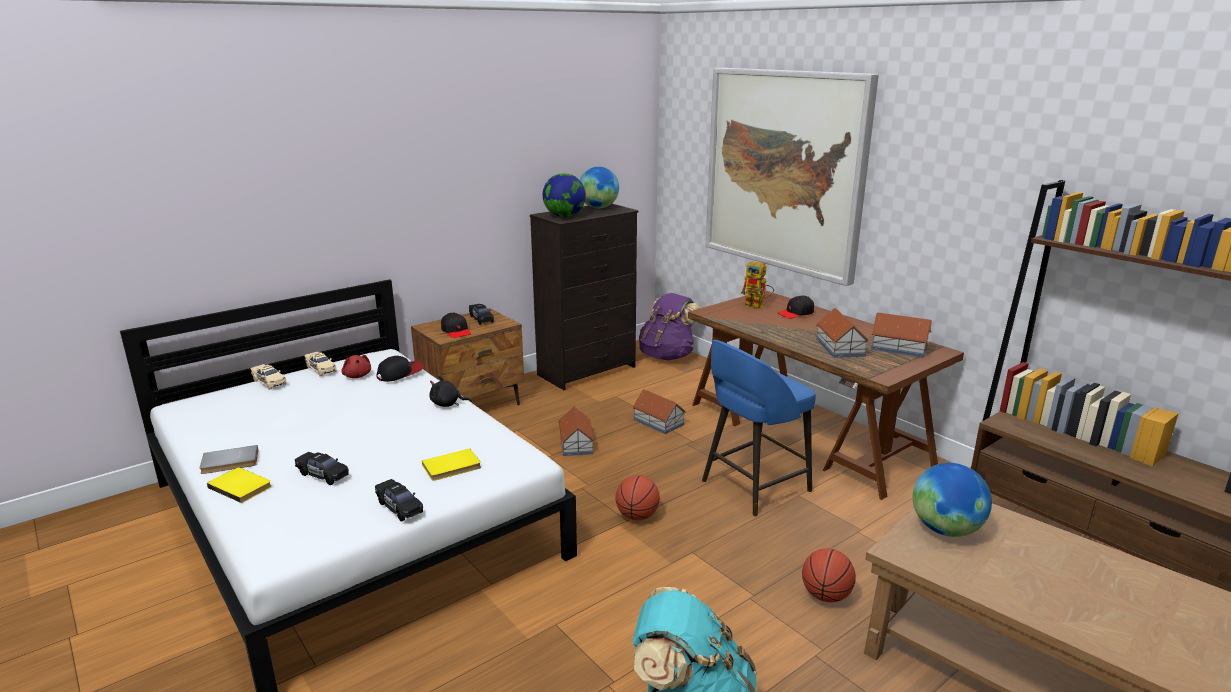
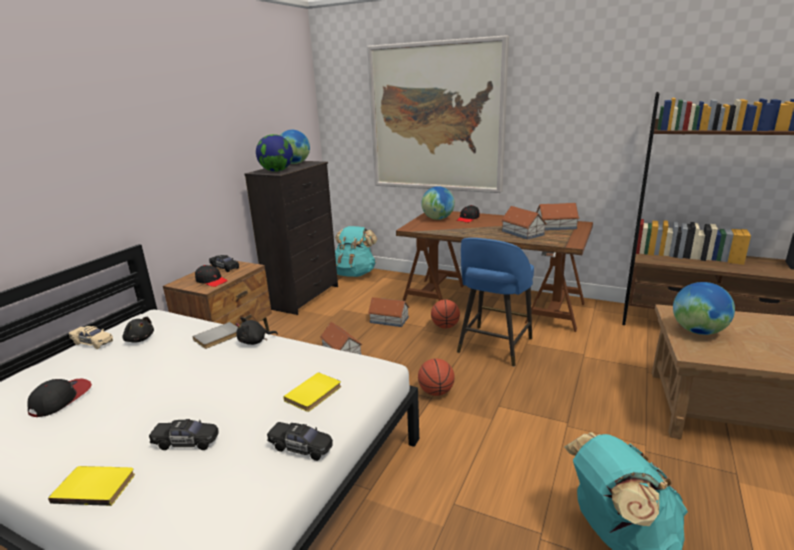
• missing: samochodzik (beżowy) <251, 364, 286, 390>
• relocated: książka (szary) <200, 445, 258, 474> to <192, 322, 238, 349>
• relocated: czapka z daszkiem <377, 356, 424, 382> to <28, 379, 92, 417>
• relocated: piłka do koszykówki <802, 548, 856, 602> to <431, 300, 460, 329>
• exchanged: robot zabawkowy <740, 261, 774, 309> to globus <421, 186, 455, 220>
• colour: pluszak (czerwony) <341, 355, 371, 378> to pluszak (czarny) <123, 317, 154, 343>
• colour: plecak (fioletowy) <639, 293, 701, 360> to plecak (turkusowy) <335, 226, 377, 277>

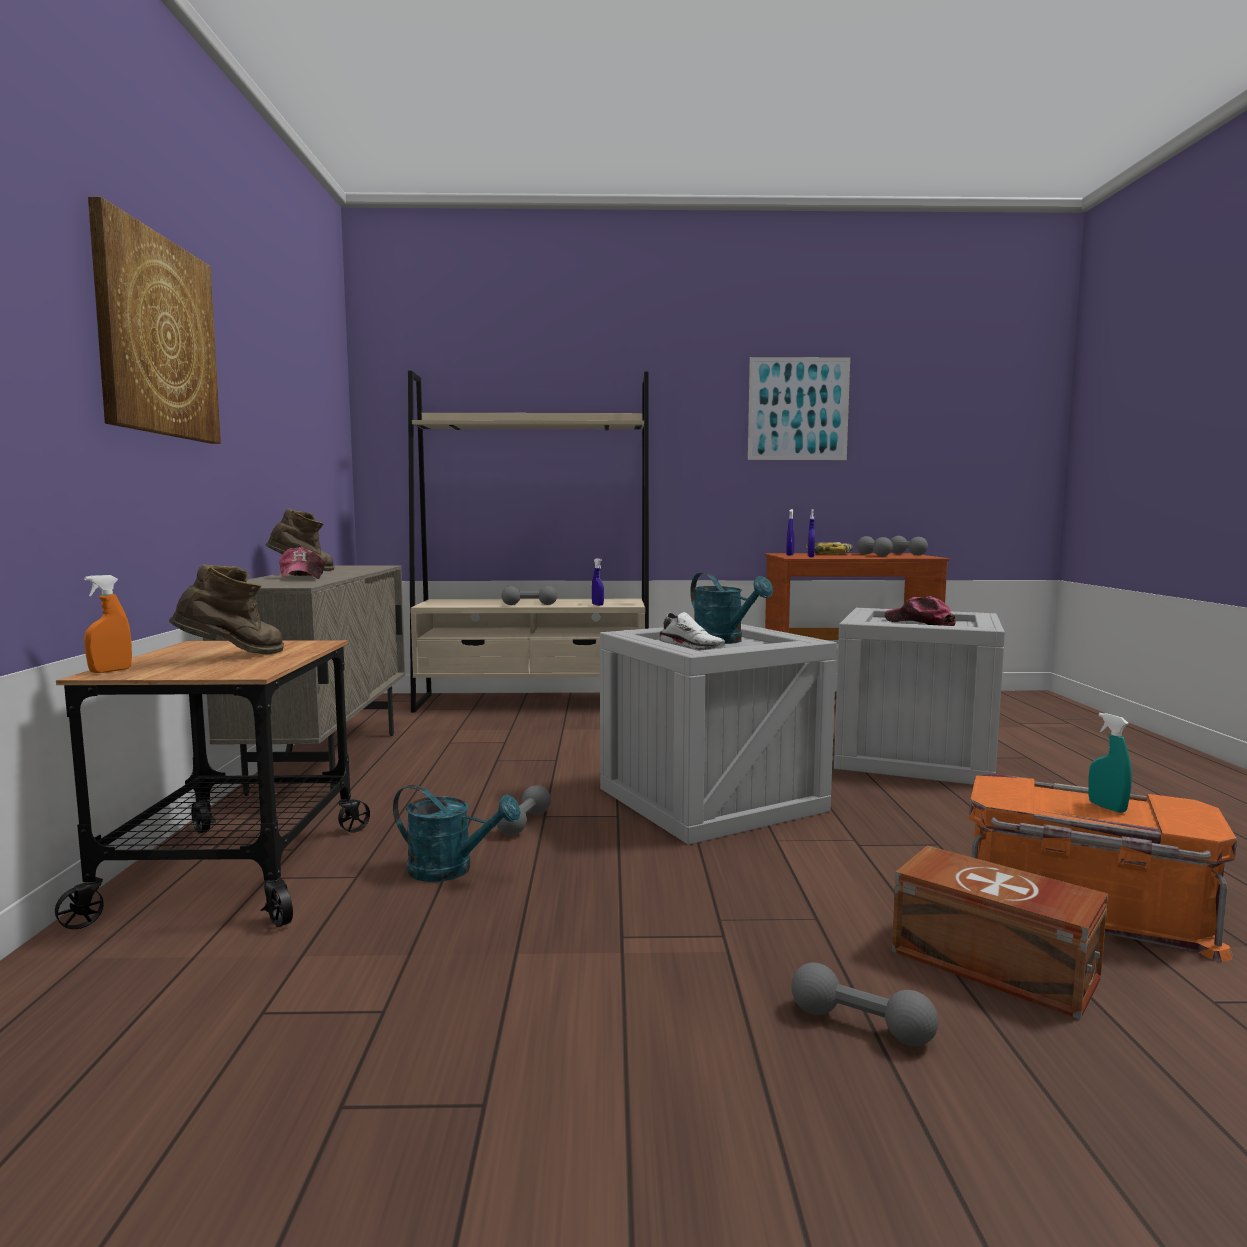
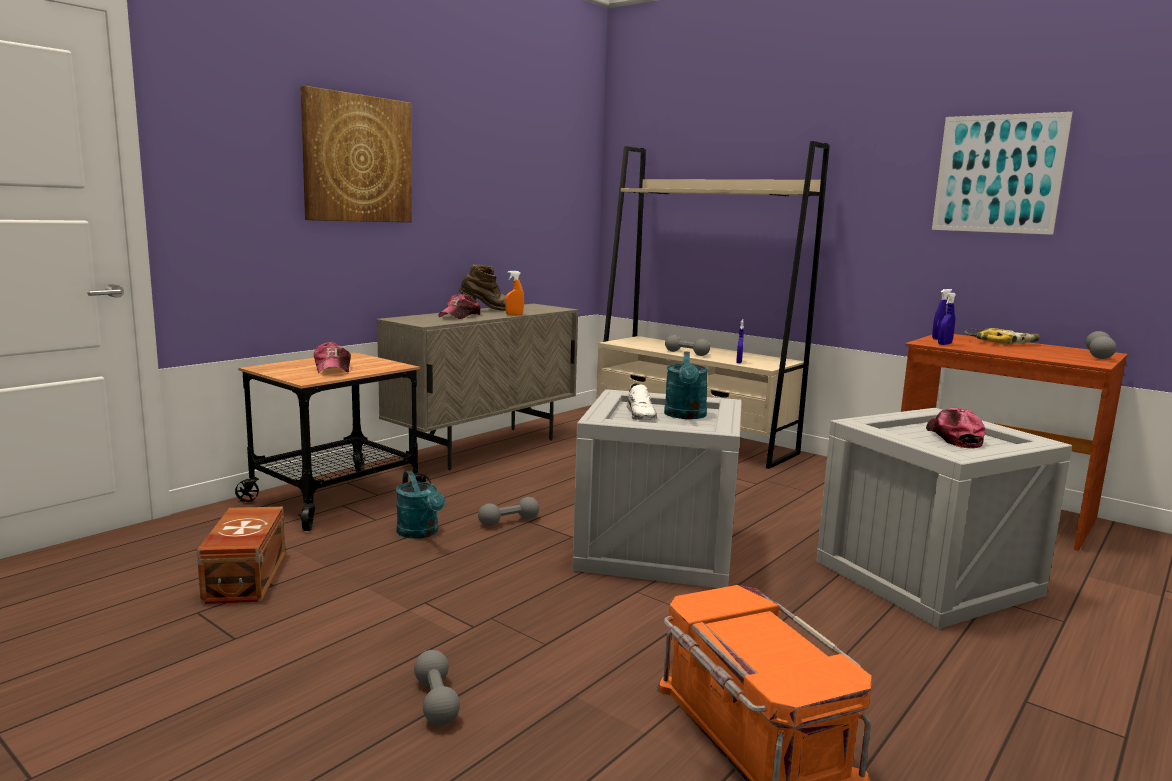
• missing: hantel (szary) <857, 536, 893, 556>
• missing: spryskiwacz (turkusowy) <1088, 713, 1132, 813>
• relocated: spryskiwacz (pomarańczowy) <84, 575, 132, 673> to <505, 271, 524, 315>
• relocated: pojemnik do przechowywania (brązowy) <892, 846, 1108, 1019> to <197, 507, 286, 604>
• exchanged: but z cholewką (brązowy) <169, 564, 284, 654> to czapka z daszkiem <314, 341, 351, 373>

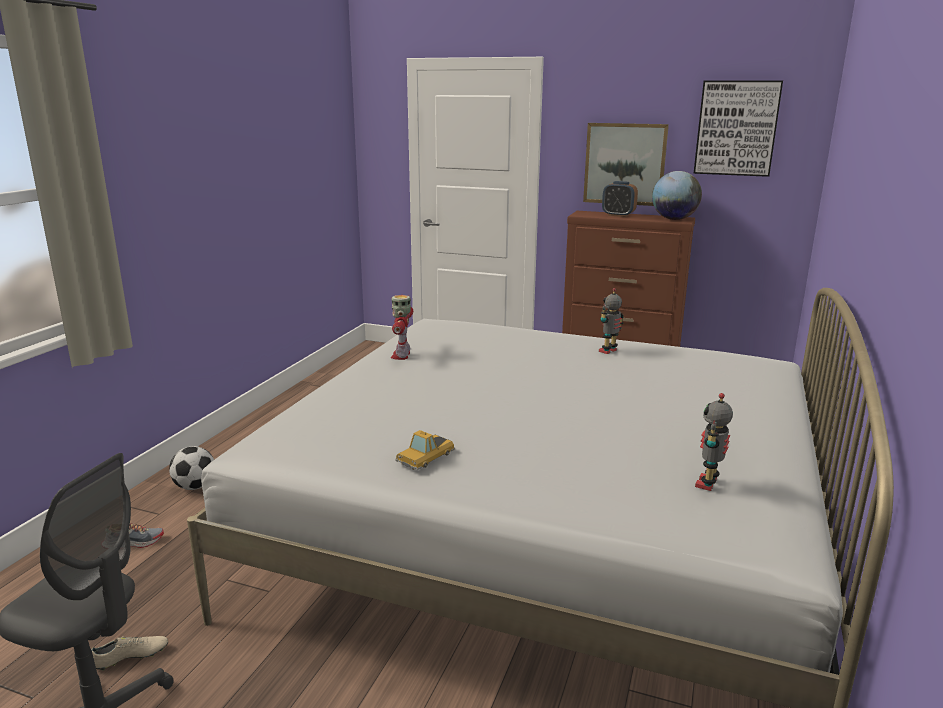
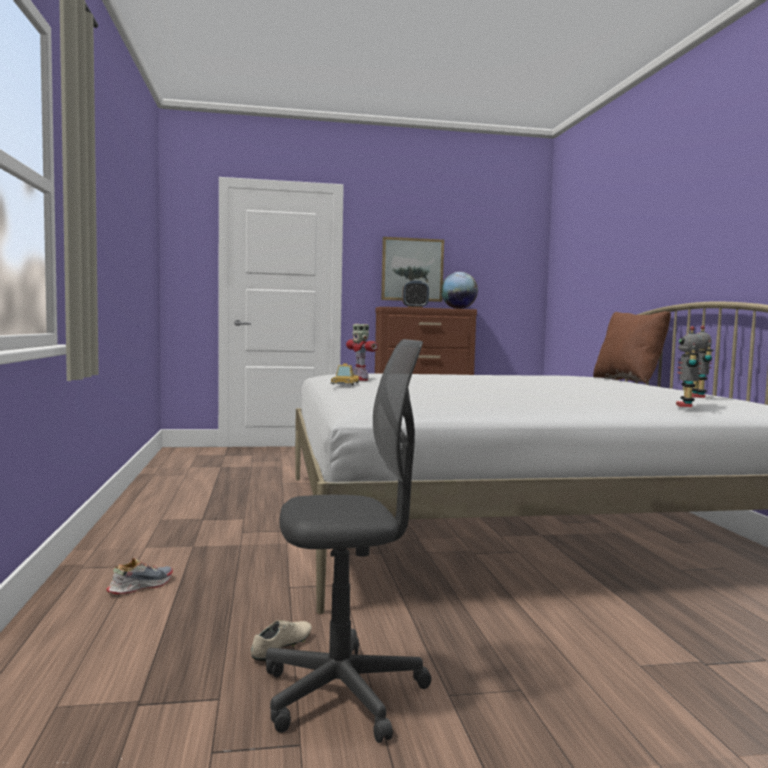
• missing: piłka futbolowa <169, 446, 214, 490>
• missing: obraz <693, 81, 783, 177>
• appeared: poduszka (brązowy) <593, 311, 671, 383>
• relocated: samochodzik <395, 430, 455, 470> to <330, 363, 360, 385>
• relocated: robot zabawkowy <599, 288, 624, 354> to <676, 326, 702, 407>

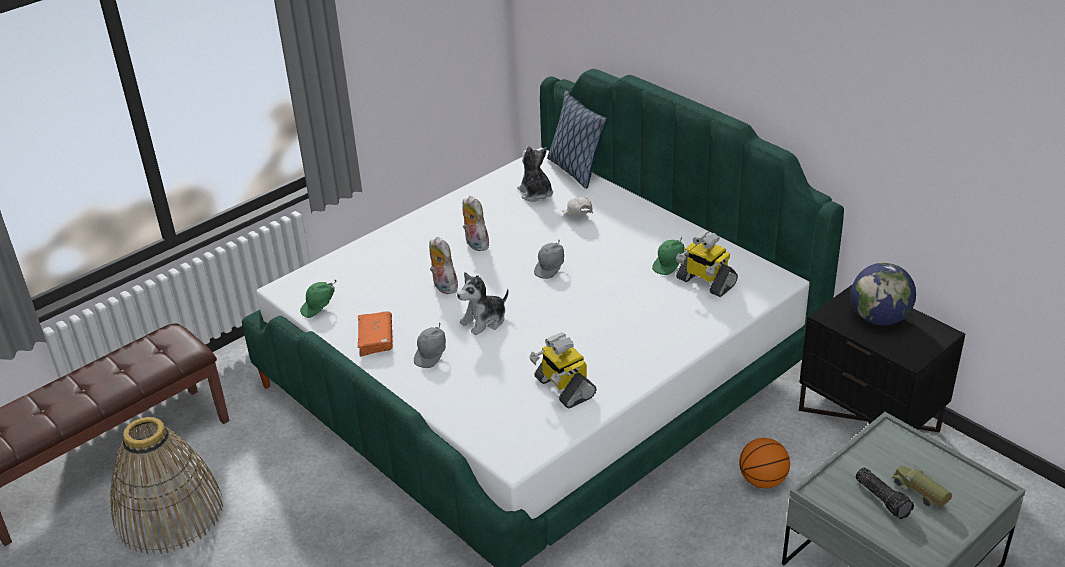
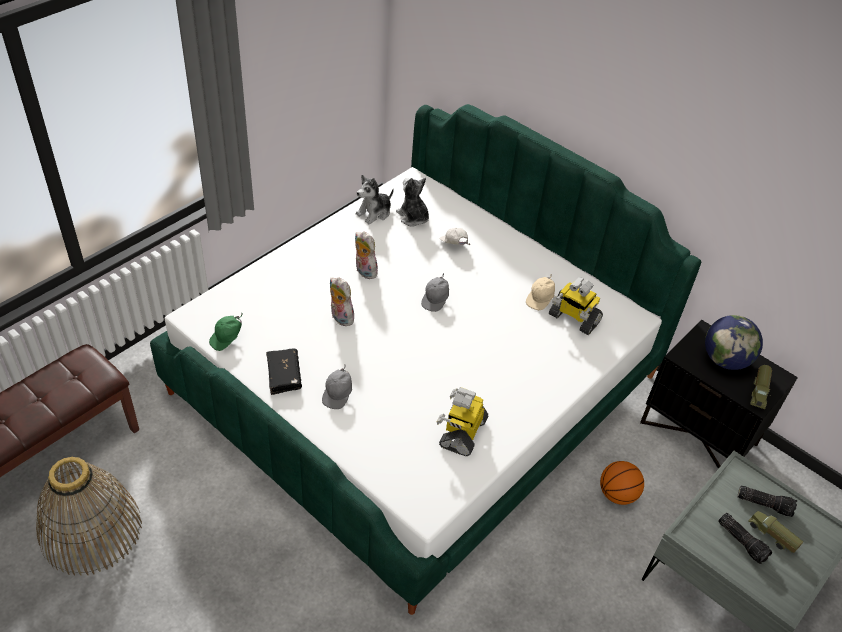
• missing: poduszka <547, 90, 608, 189>
• appeared: latarka <737, 486, 797, 517>
• appeared: ciężarówka zabawkowa <750, 365, 772, 409>
• relocated: pluszak <457, 272, 509, 335> to <356, 175, 394, 224>
• colour: książka (pomarańczowy) <357, 311, 393, 356> to książka (czarny) <266, 348, 302, 395>
• colour: czapka z daszkiem (zielony) <652, 237, 685, 275> to czapka z daszkiem (beżowy) <526, 274, 555, 310>
• spun: robot zabawkowy <529, 332, 596, 408> = <437, 387, 488, 456> 60 degrees clockwise

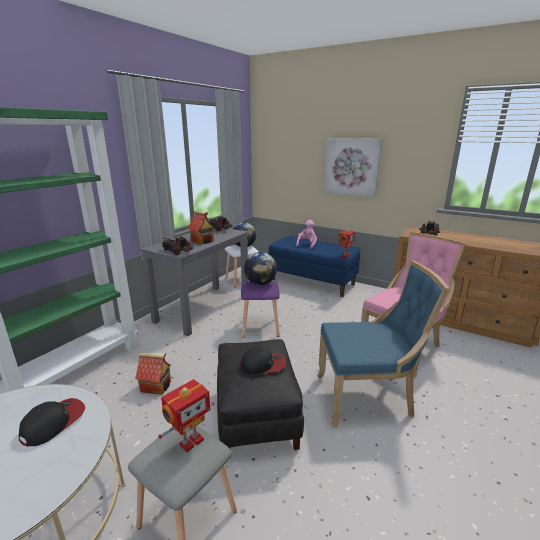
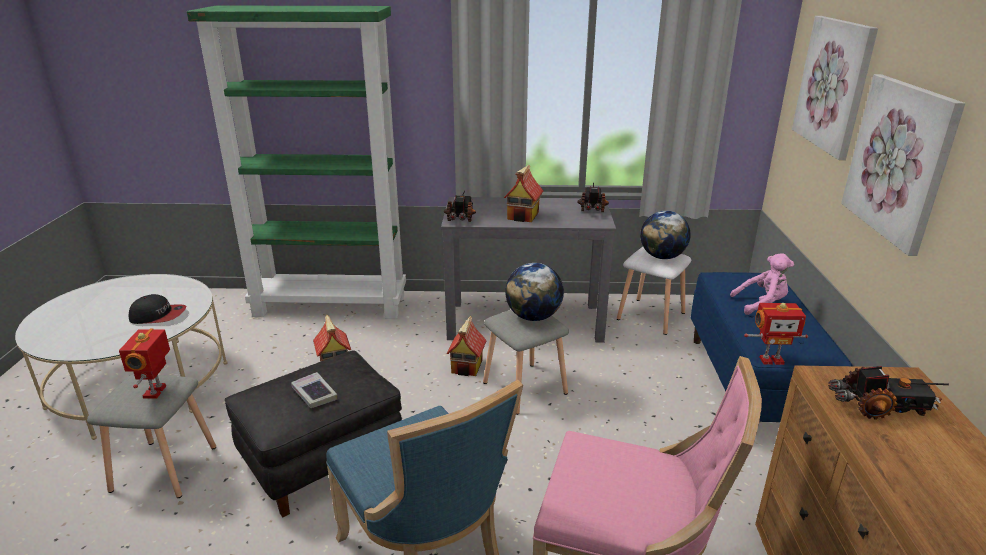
• appeared: domek <447, 316, 487, 376>
• appeared: obraz <792, 16, 878, 160>
• exchanged: czapka z daszkiem <240, 347, 286, 374> to książka <291, 372, 337, 408>
• colour: stołek (fioletowy) <241, 281, 280, 338> to stołek (szary) <483, 310, 569, 415>
• spun: robot zabawkowy <158, 379, 214, 452> = <119, 329, 170, 399> 75 degrees clockwise

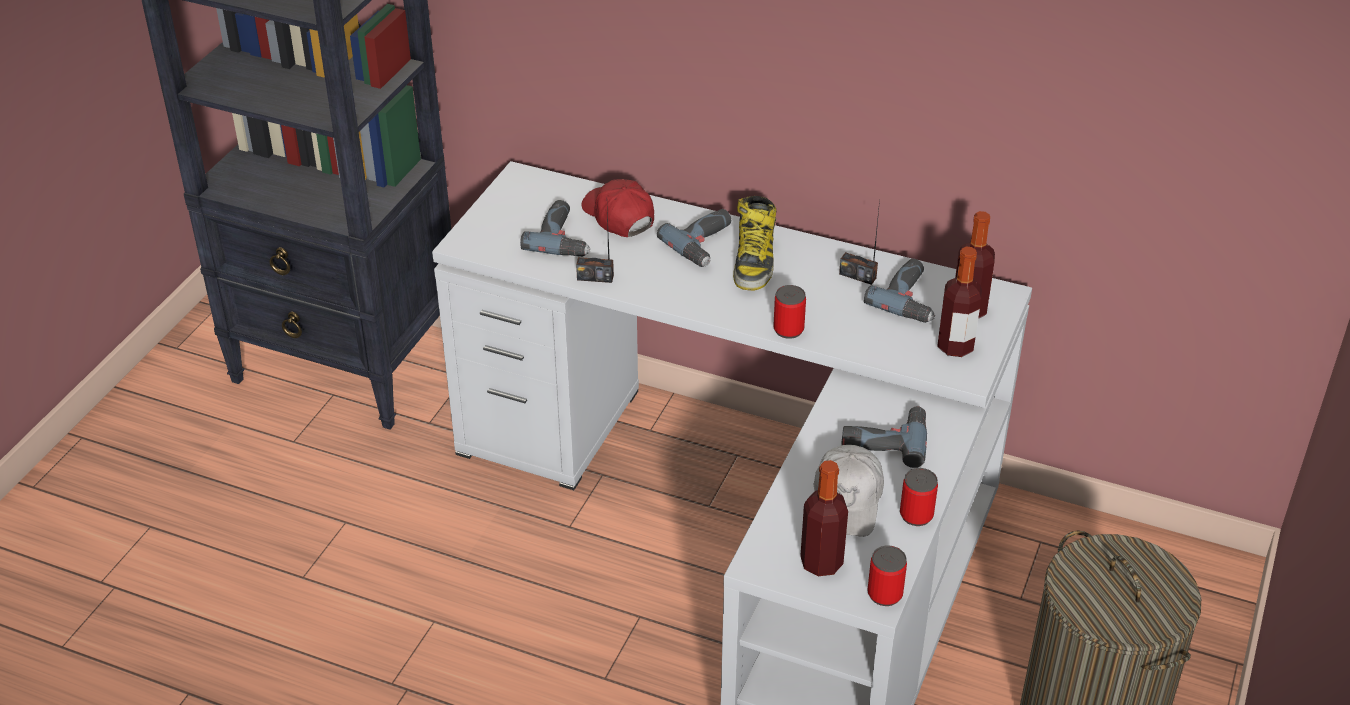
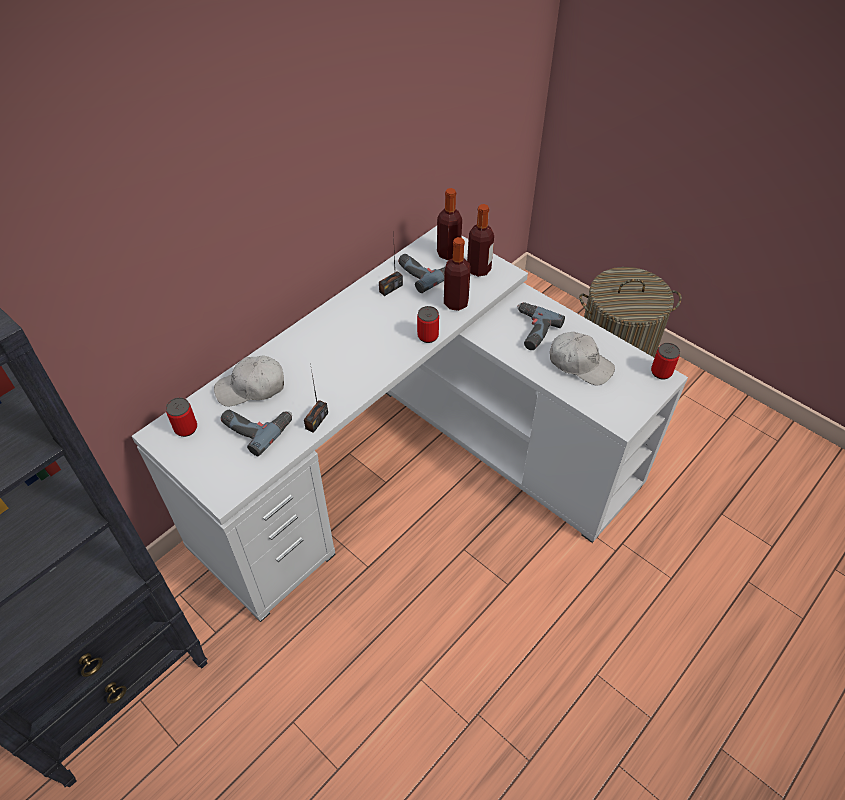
• missing: wiertarka <657, 209, 731, 267>
• missing: but z cholewką <733, 196, 776, 291>
• relocated: butelka <800, 460, 848, 576> to <444, 237, 471, 311>
• relocated: puszka <900, 468, 938, 526> to <166, 397, 197, 437>
• colour: czapka z daszkiem (czerwony) <582, 179, 654, 237> to czapka z daszkiem (biały) <214, 356, 284, 406>

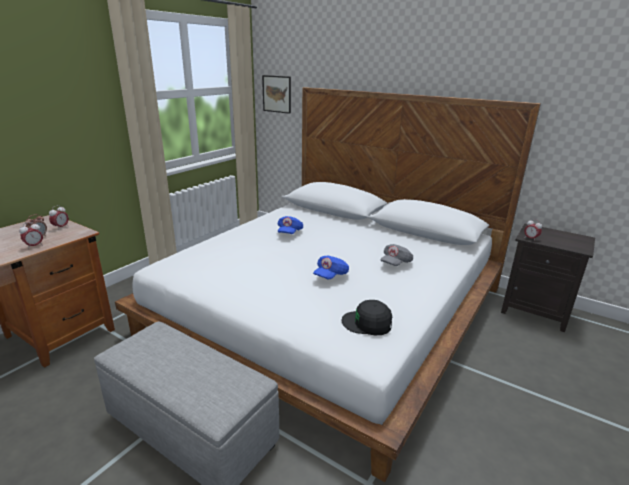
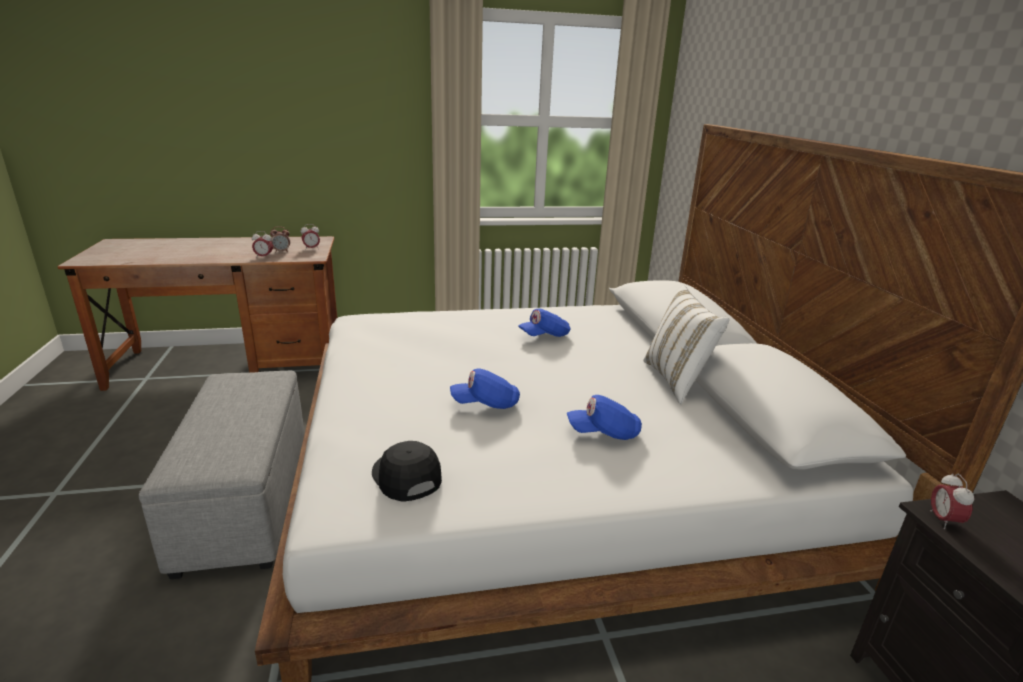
• missing: obraz <262, 75, 291, 114>
• appeared: poduszka (biały) <644, 285, 729, 404>
• colour: czapka z daszkiem (szary) <381, 244, 413, 266> to czapka z daszkiem (niebieski) <567, 395, 642, 440>

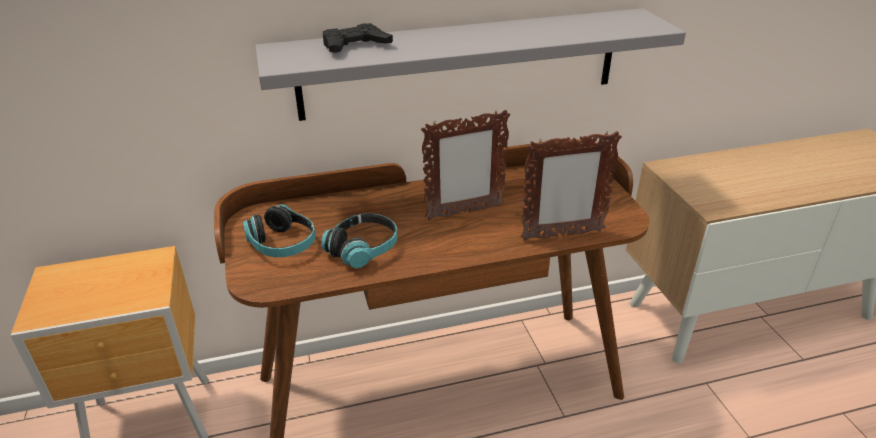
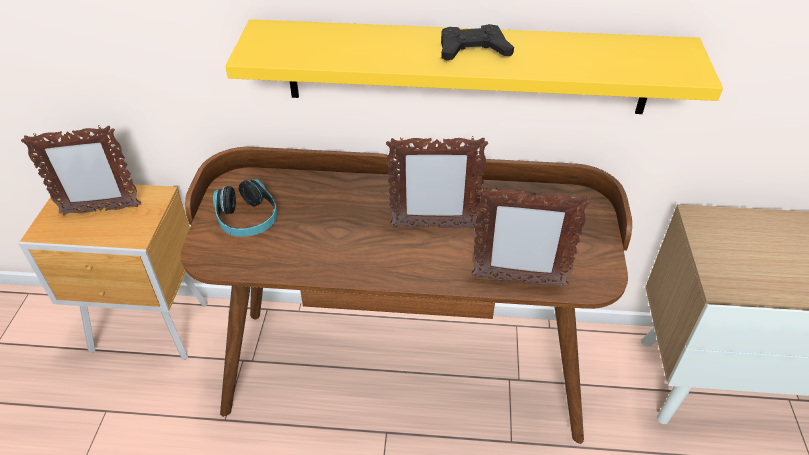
• missing: słuchawki <321, 213, 397, 268>
• appeared: ramka na zdjęcie <21, 126, 141, 215>
• relocated: pad do gier (czarny) <323, 23, 393, 53> to <441, 24, 514, 61>
• colour: półka (szary) <255, 8, 686, 121> to półka (żółty) <225, 19, 723, 114>

